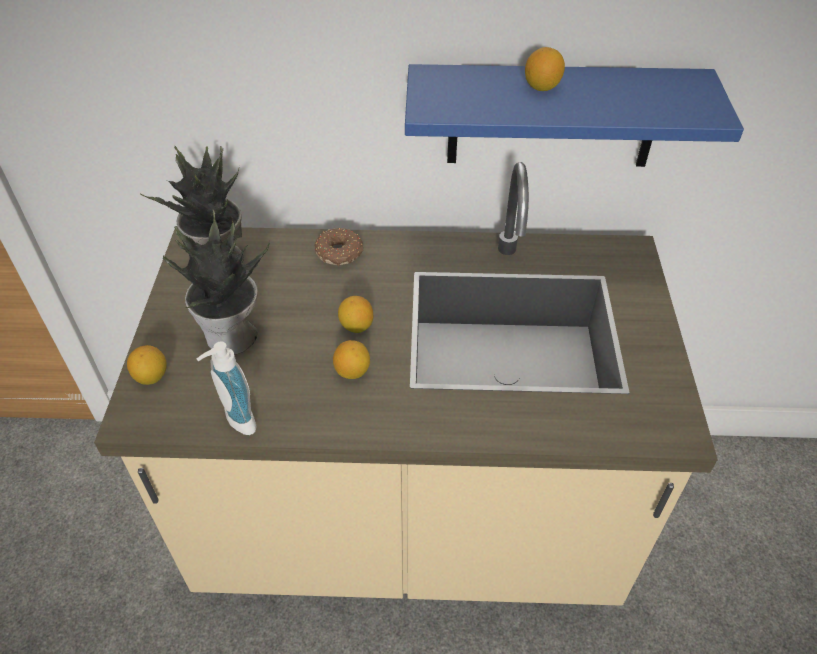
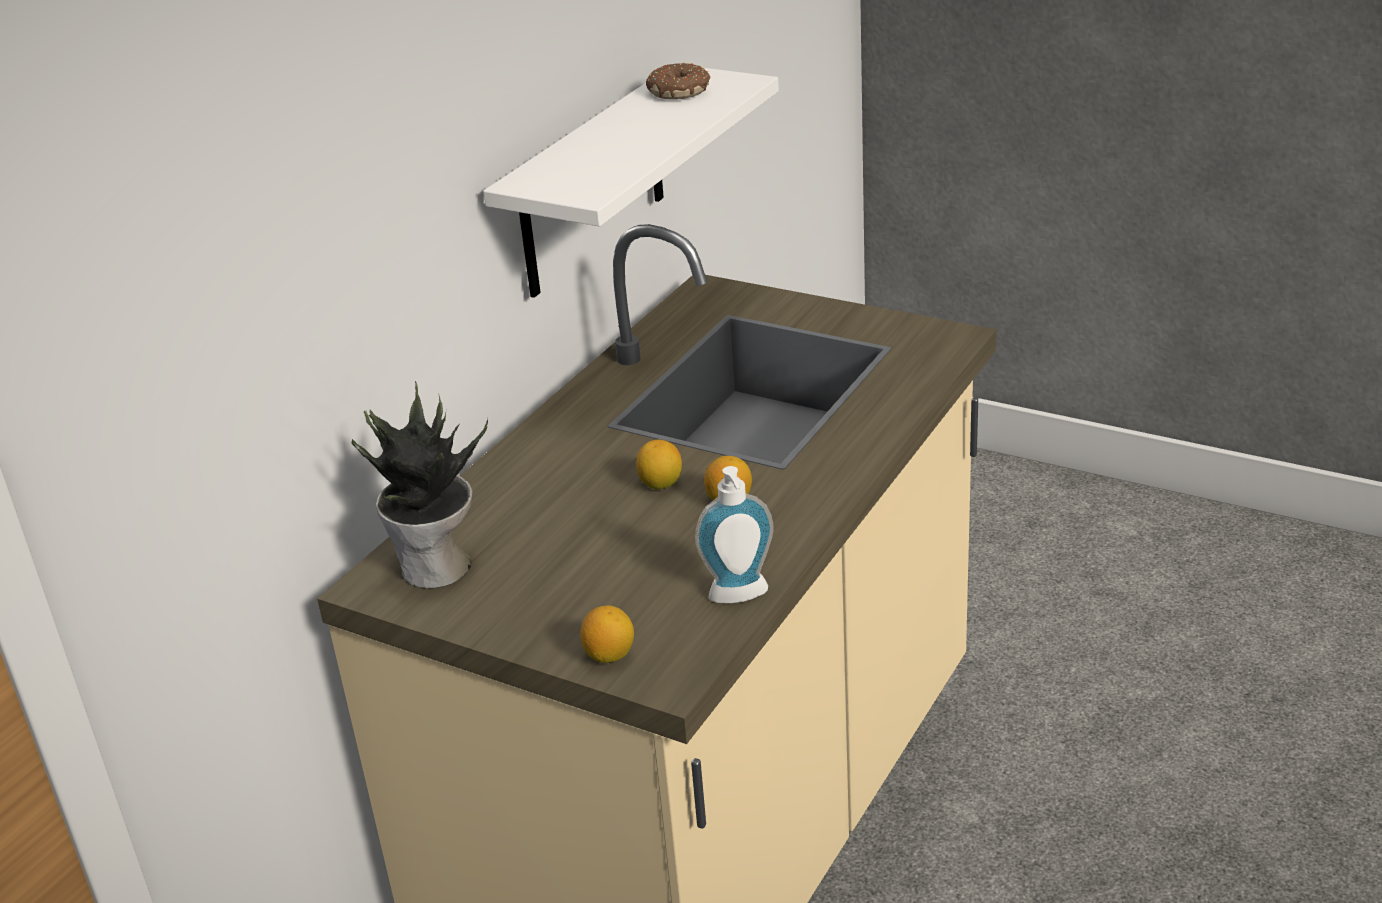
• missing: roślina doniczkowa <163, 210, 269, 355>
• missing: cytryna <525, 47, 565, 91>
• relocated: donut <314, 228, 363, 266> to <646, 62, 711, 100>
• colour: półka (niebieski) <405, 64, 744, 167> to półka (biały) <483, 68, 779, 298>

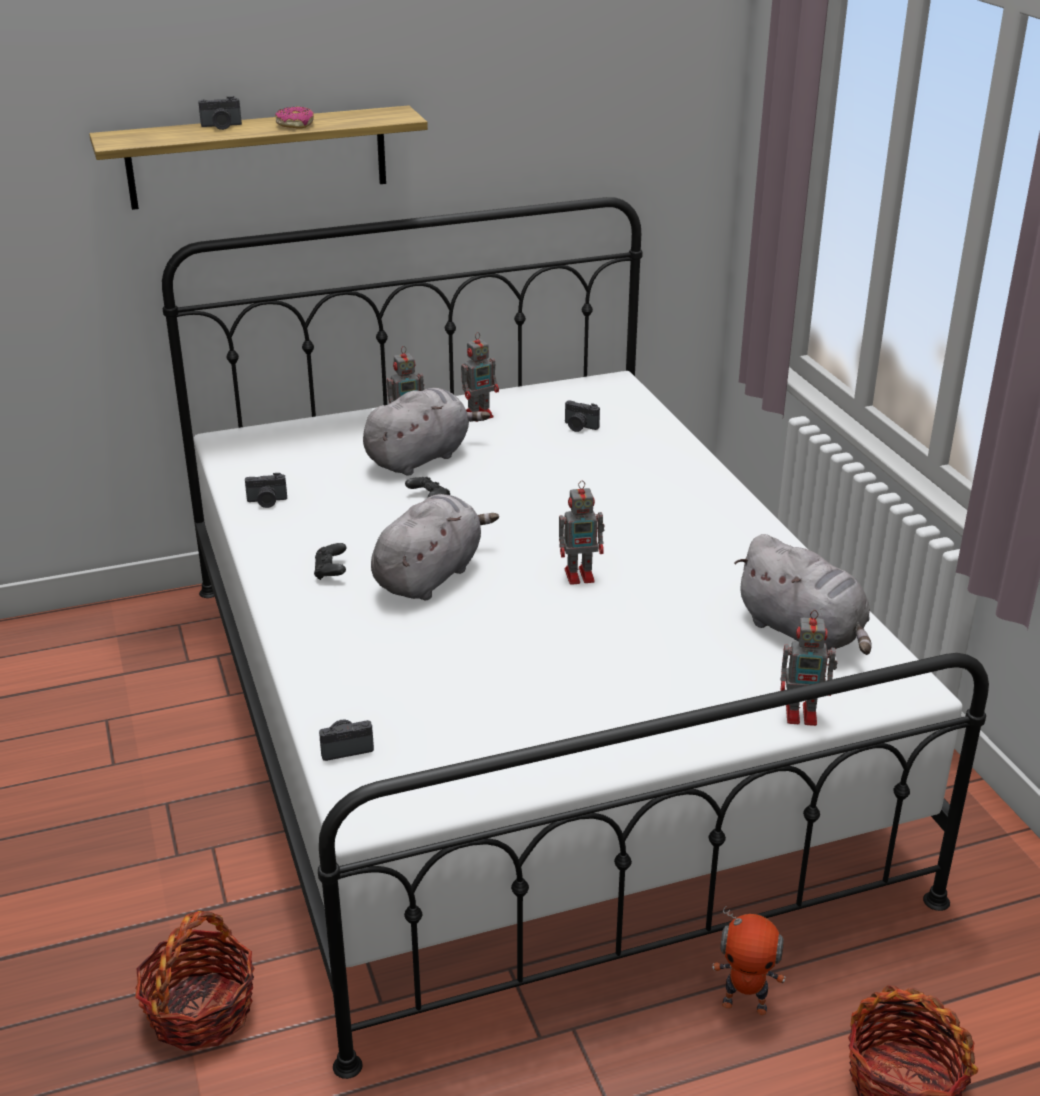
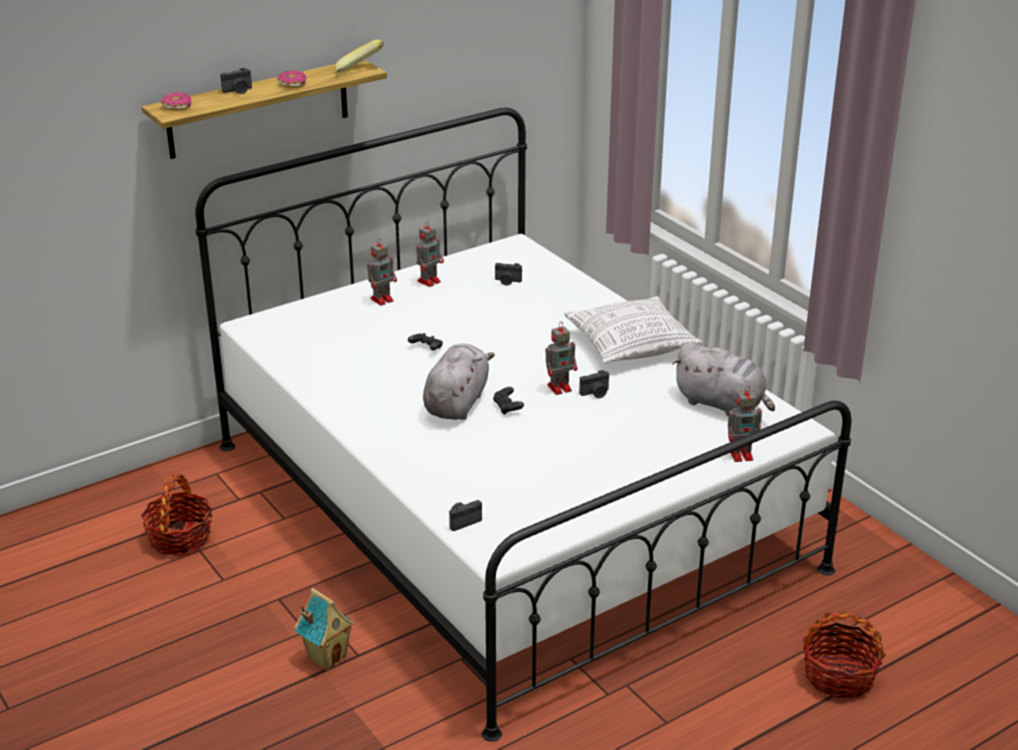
• missing: pluszak (szary) <363, 388, 490, 476>
• missing: robot zabawkowy <712, 906, 786, 1015>
• appeared: donut <161, 92, 192, 110>
• appeared: domek <294, 588, 355, 670>
• appeared: banan <334, 40, 384, 72>
• appeared: poduszka <564, 296, 703, 364>
• relocated: koszyk <135, 911, 255, 1051> to <141, 474, 213, 556>
• relocated: aparat fotograficzny <245, 473, 287, 508> to <579, 370, 609, 398>
• relocated: pad do gier (czarny) <314, 543, 346, 580> to <493, 387, 524, 415>

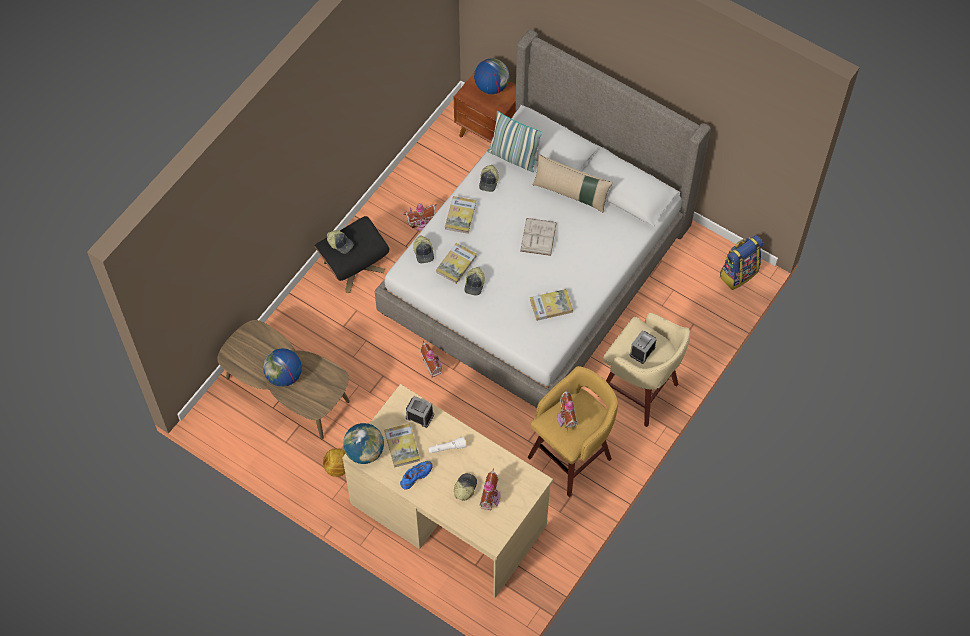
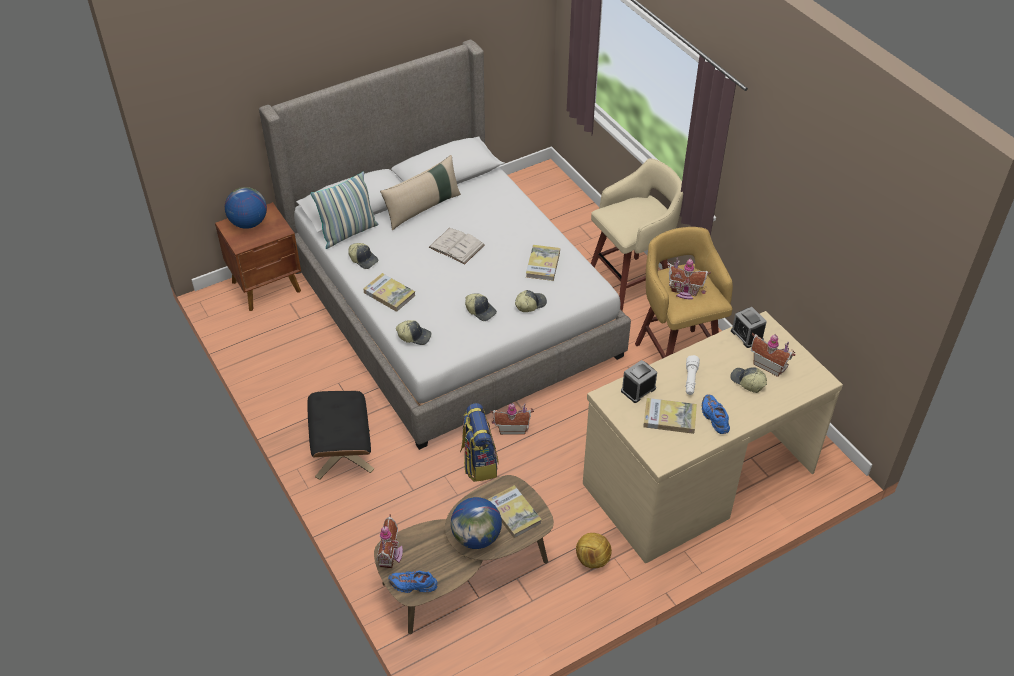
• missing: globus <343, 423, 384, 464>
• appeared: but (niebieski) <389, 571, 438, 593>
• relocated: czapka z daszkiem <327, 230, 354, 254> to <515, 290, 547, 312>
• relocated: domek <403, 203, 437, 230> to <376, 514, 403, 568>
• relocated: książka <436, 243, 477, 284> to <487, 485, 542, 538>
• relocated: budzik <630, 330, 657, 364> to <731, 307, 767, 348>
• relocated: plecak <720, 236, 763, 290> to <460, 403, 498, 482>

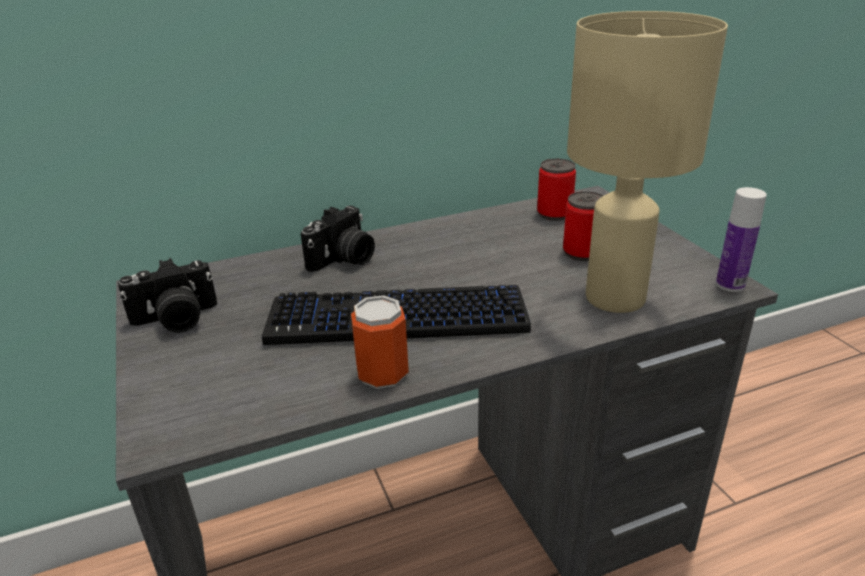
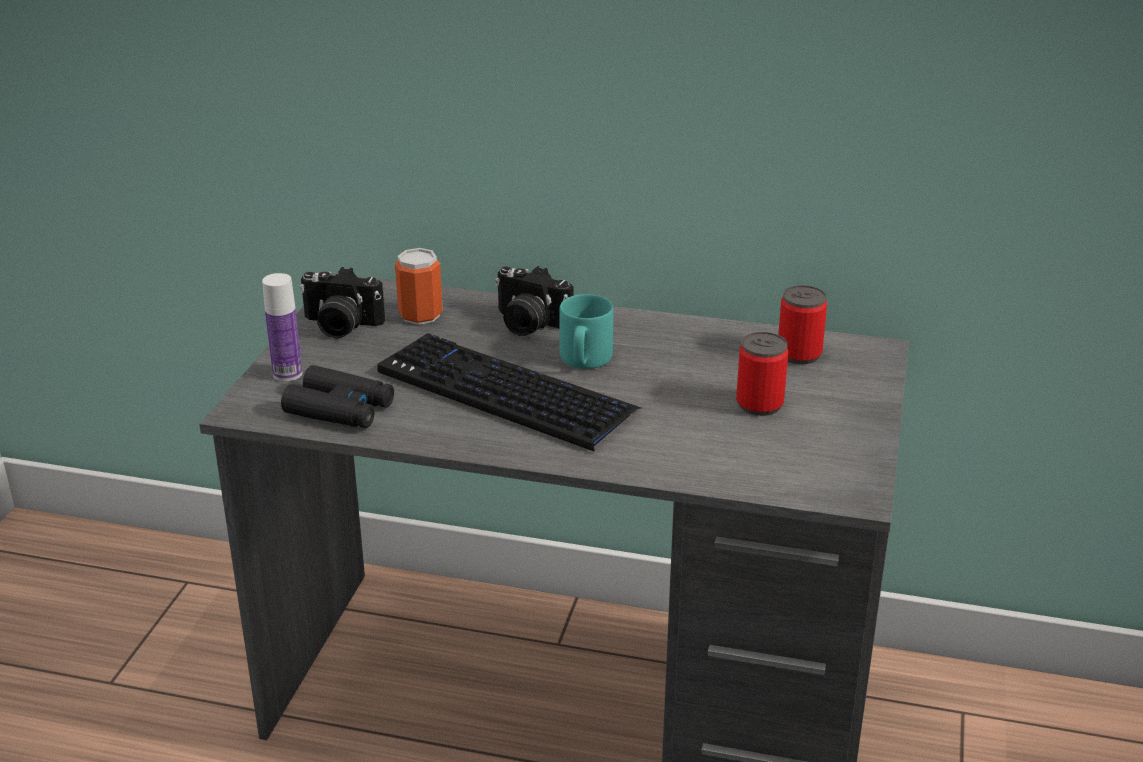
• missing: lampa stołowa (beżowy) <567, 11, 728, 313>
• appeared: lornetka (czarny) <281, 365, 394, 428>
• appeared: kubek (turkusowy) <559, 294, 613, 369>
• relocated: puszka <351, 295, 409, 389> to <395, 248, 443, 325>
• relocated: butelka <716, 187, 767, 292> to <262, 273, 303, 381>
• spun: aparat fotograficzny <301, 206, 375, 272> = <495, 266, 574, 336> 45 degrees clockwise

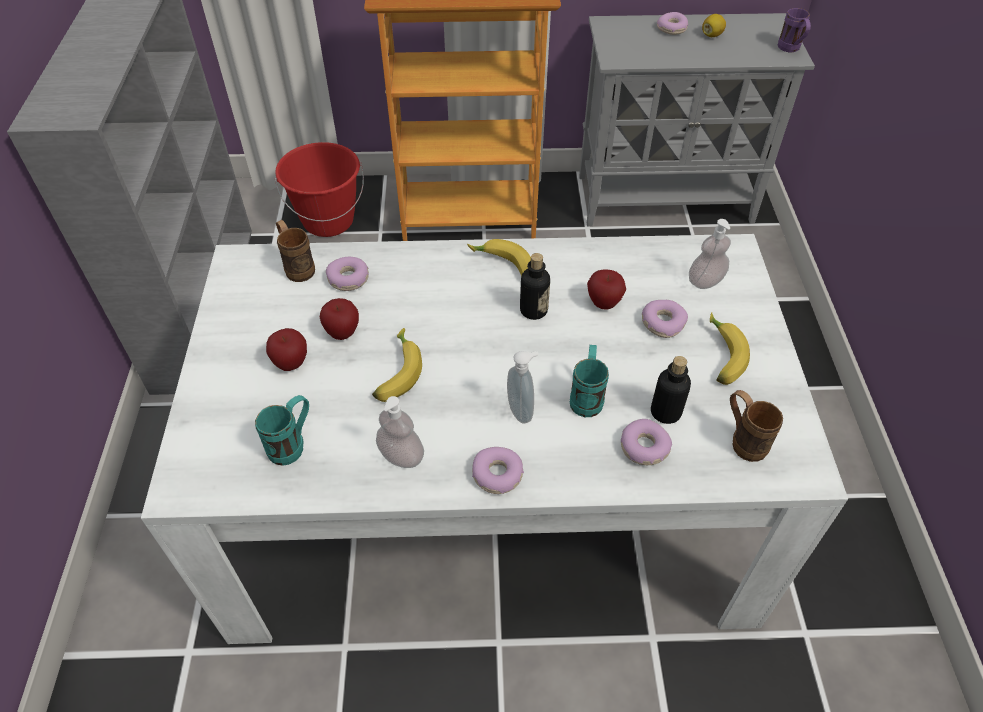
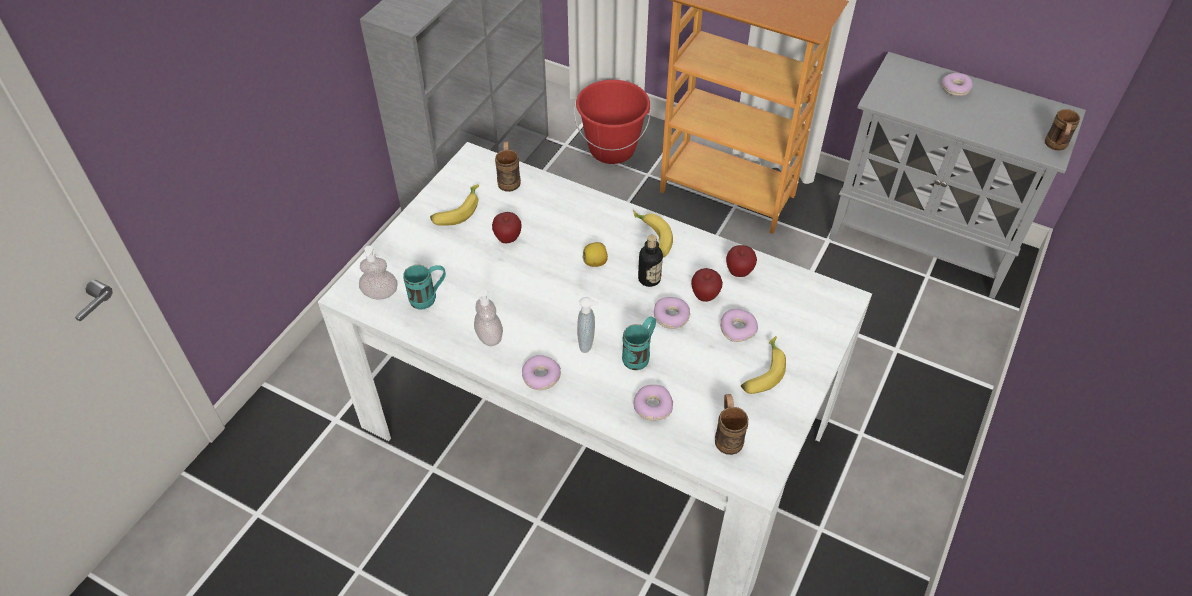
• missing: butelka <651, 356, 691, 424>
• relocated: jabłko <266, 328, 307, 371> to <726, 245, 757, 277>
• relocated: donut <326, 257, 369, 291> to <654, 297, 691, 329>
• relocated: banan <372, 328, 422, 402> to <430, 184, 479, 226>
• relocated: dozownik mydła <689, 219, 731, 289> to <359, 246, 398, 300>
• relocated: cytryna <702, 14, 726, 37> to <582, 242, 608, 267>
• colour: kubek (fioletowy) <778, 8, 811, 52> to kubek (brązowy) <1045, 109, 1080, 151>

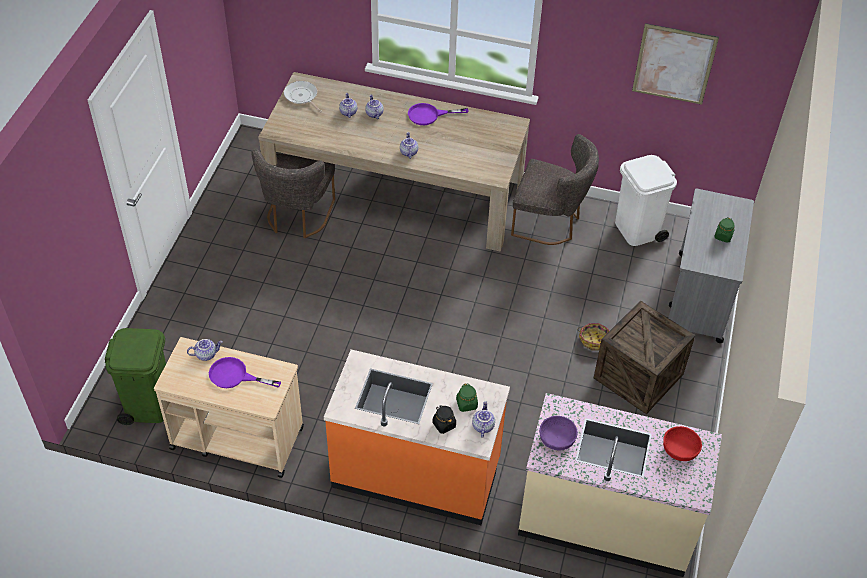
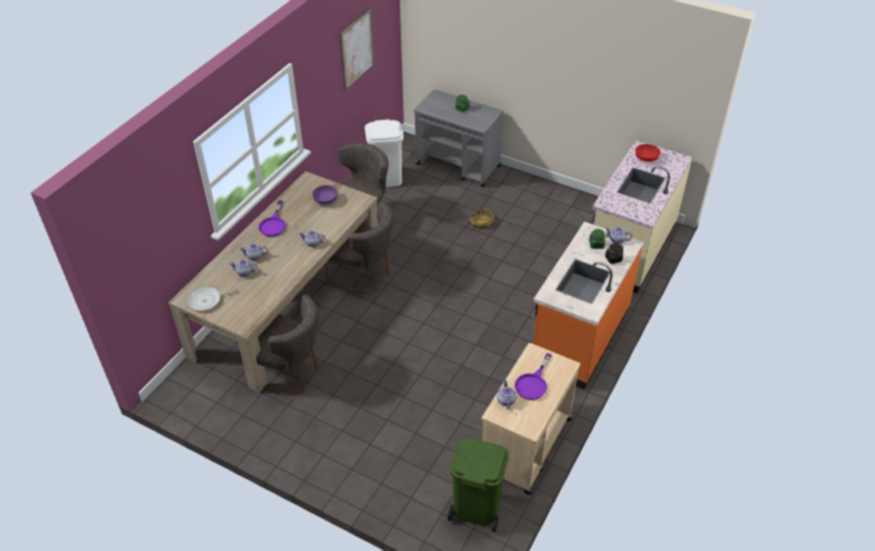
• missing: skrzynka <594, 300, 695, 414>
• appeared: krzesło (szary) <325, 201, 394, 293>
• relocated: miska (fioletowy) <539, 416, 578, 450> to <312, 185, 338, 205>

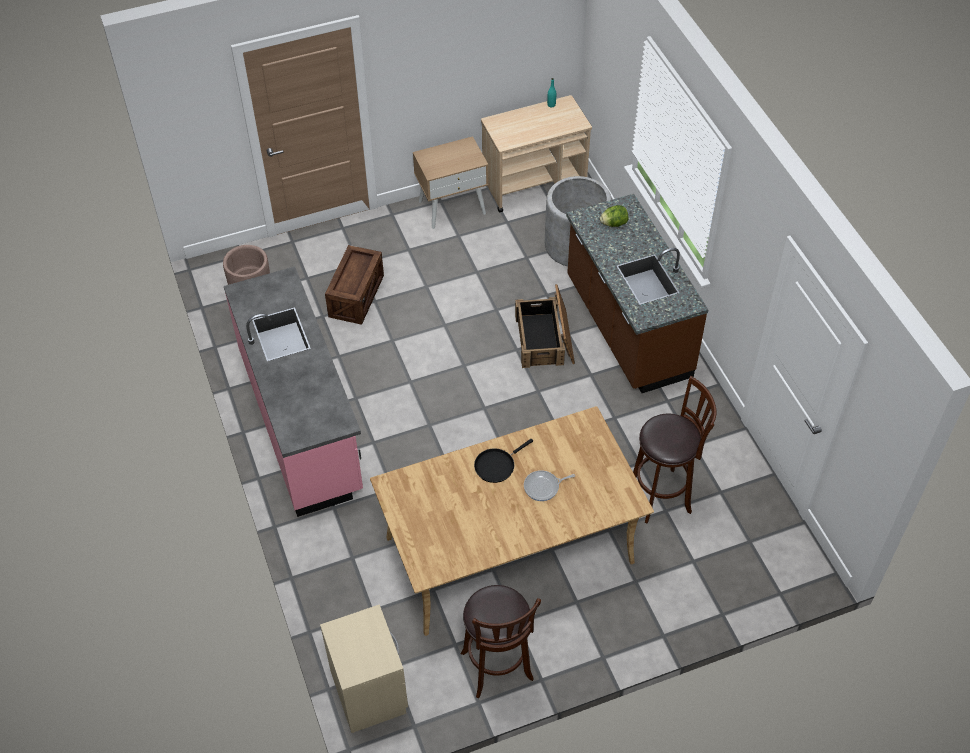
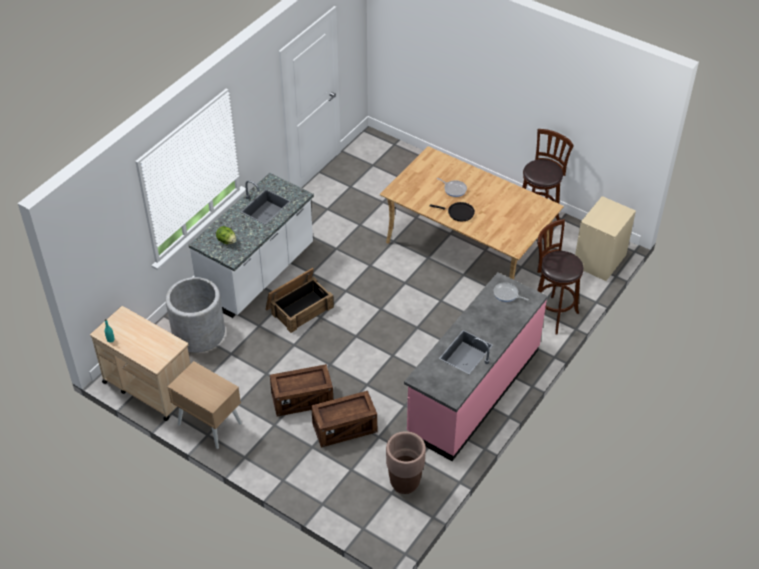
• appeared: skrzynka <270, 364, 333, 417>
• appeared: patelnia <493, 282, 529, 302>
• relocated: stołek (brązowy) <633, 376, 716, 523> to <537, 219, 584, 335>
• colour: zabudowa kuchenna (brązowy) <566, 194, 709, 393> to zabudowa kuchenna (biały) <189, 173, 314, 318>

